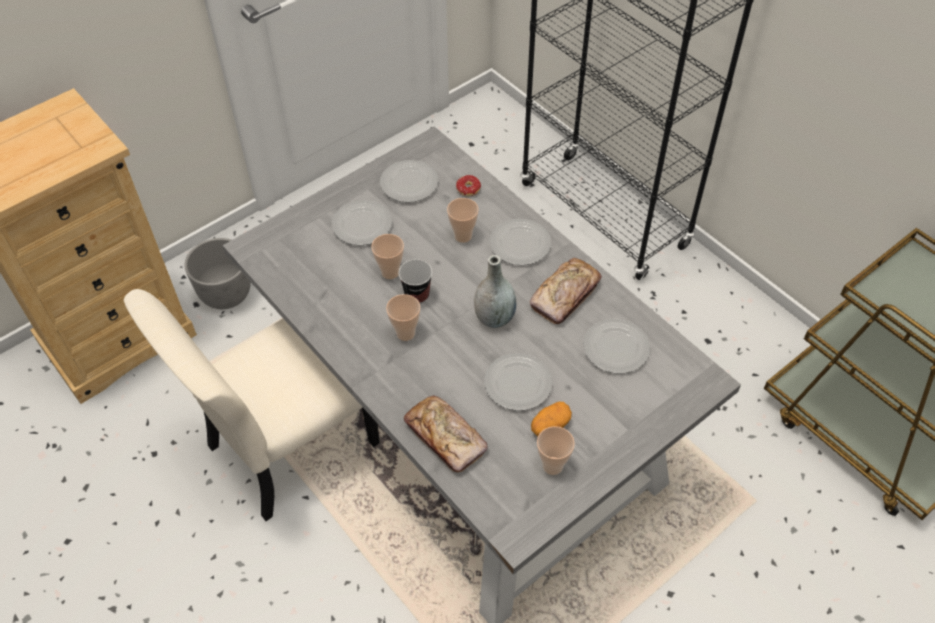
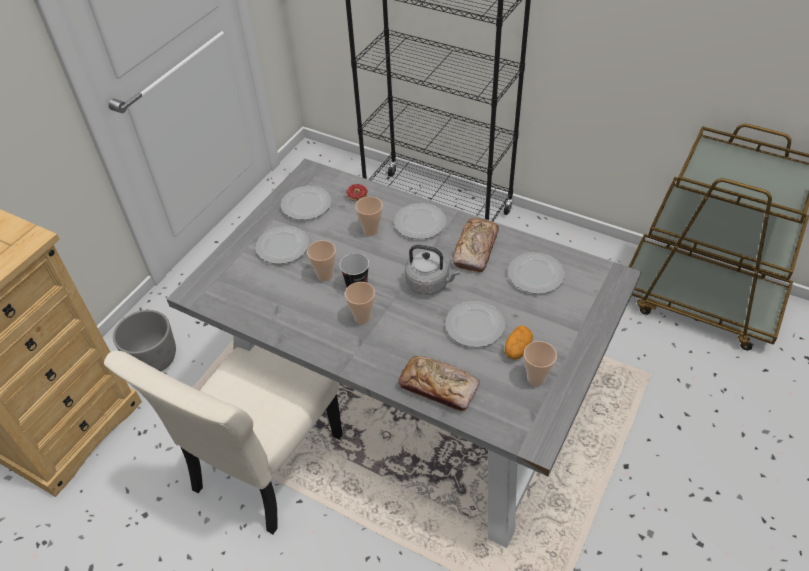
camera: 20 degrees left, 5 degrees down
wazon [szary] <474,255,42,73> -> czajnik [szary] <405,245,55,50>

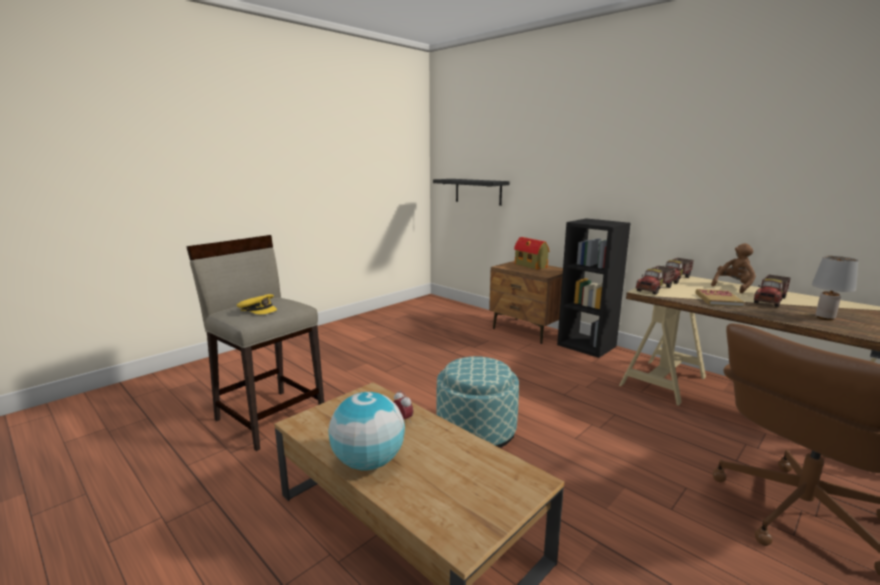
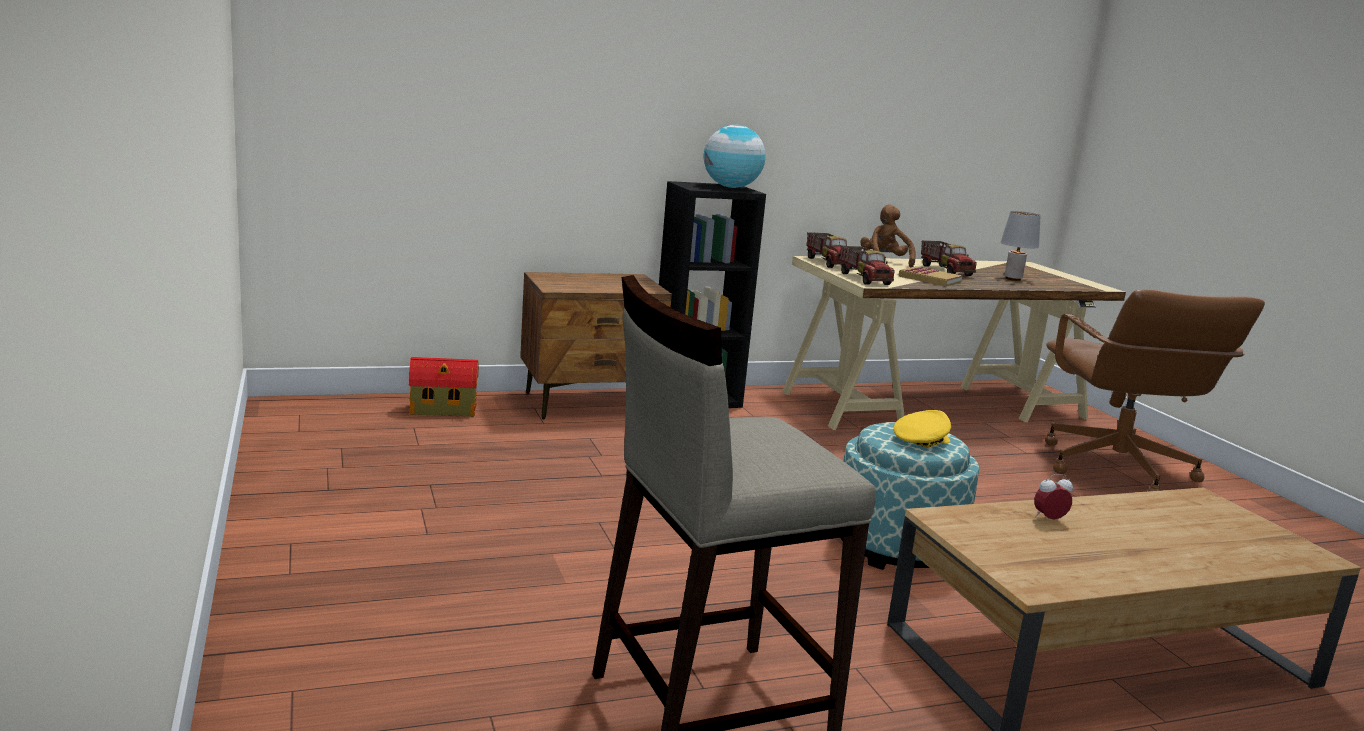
camera: 65 degrees left, 0 degrees up
półka [czarny] <433,179,77,27> -> none
domek <514,237,36,33> -> domek <409,357,69,60>, shifted
czapka z daszkiem [żółty] <237,294,40,20> -> czapka z daszkiem [żółty] <894,410,57,37>, shifted
globus <329,392,76,78> -> globus <704,125,62,63>, shifted

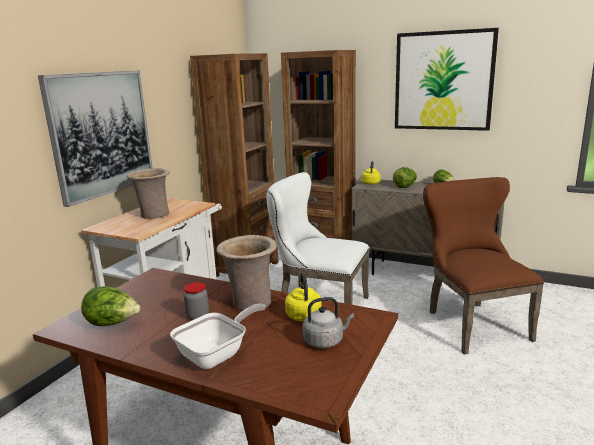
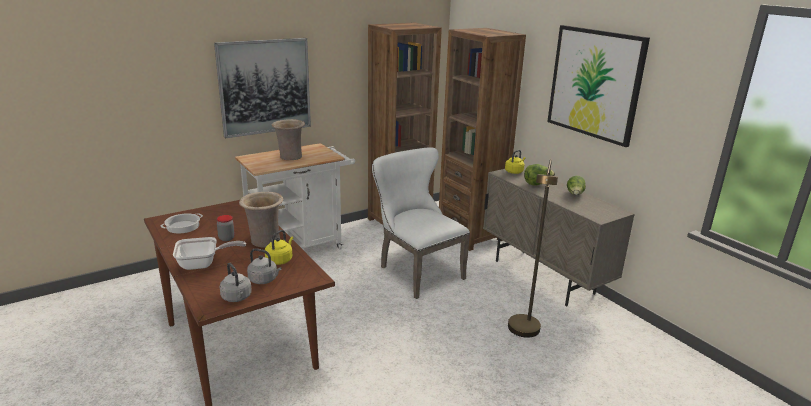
camera: 30 degrees right, 5 degrees up
krzesło [brązowy] <423,177,121,177> -> lampa stojąca [brązowy] <508,159,50,179>
sałata <81,286,60,40> -> garnek <160,213,43,20>
none -> czajnik [szary] <220,263,32,39>

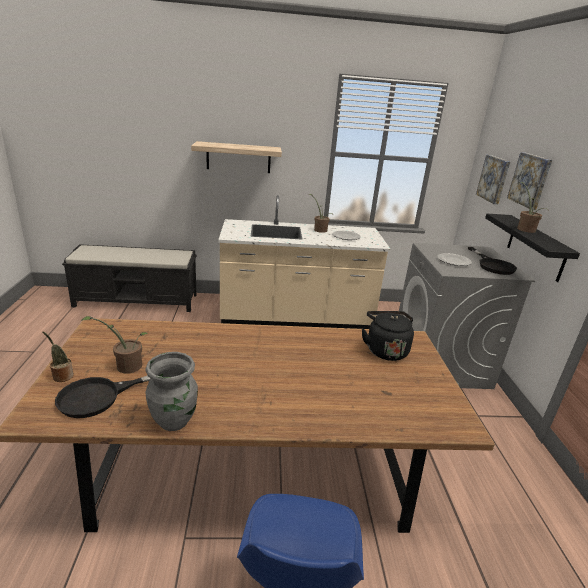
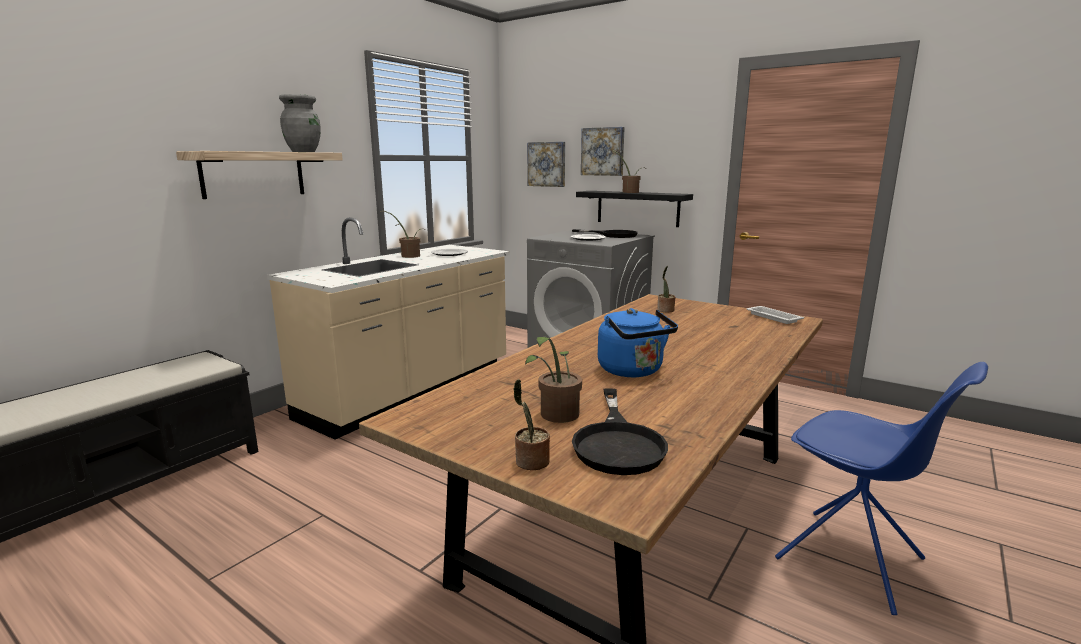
camera: 50 degrees left, 10 degrees down
czajnik [czarny] <362,311,52,50> -> roślina doniczkowa <657,266,18,47>
wazon [szary] <145,352,53,79> -> wazon [szary] <279,94,41,58>, shifted
none -> taca [biały] <747,306,57,18>
none -> czajnik [niebieski] <598,308,80,69>

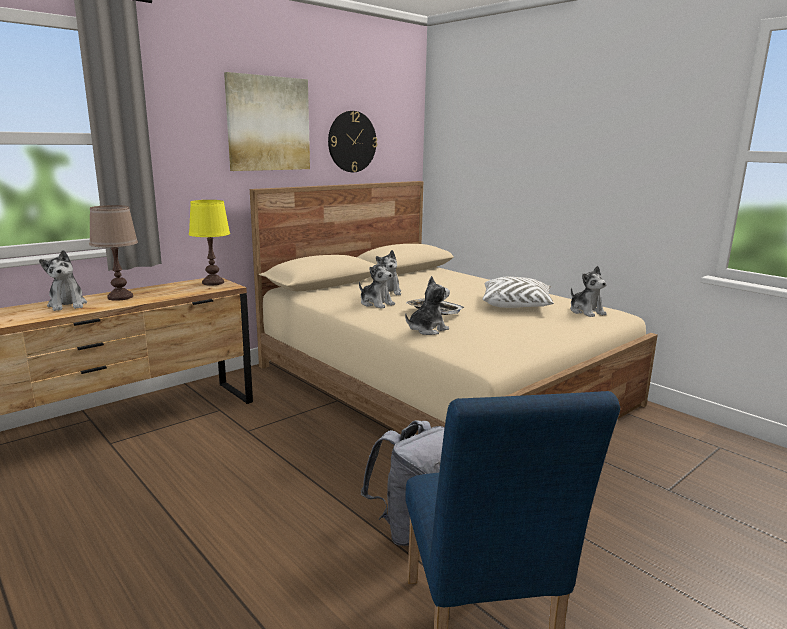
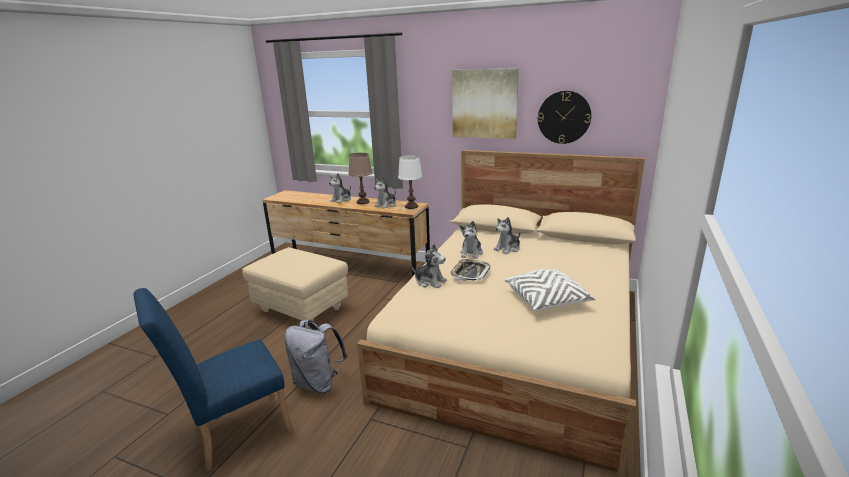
camera: 65 degrees right, 5 degrees up
lampa stołowa [żółty] <189,200,41,86> -> lampa stołowa [biały] <398,155,25,54>
pluszak <570,266,37,51> -> pluszak <374,177,22,32>, shifted
none -> pufa [beżowy] <242,247,106,81>

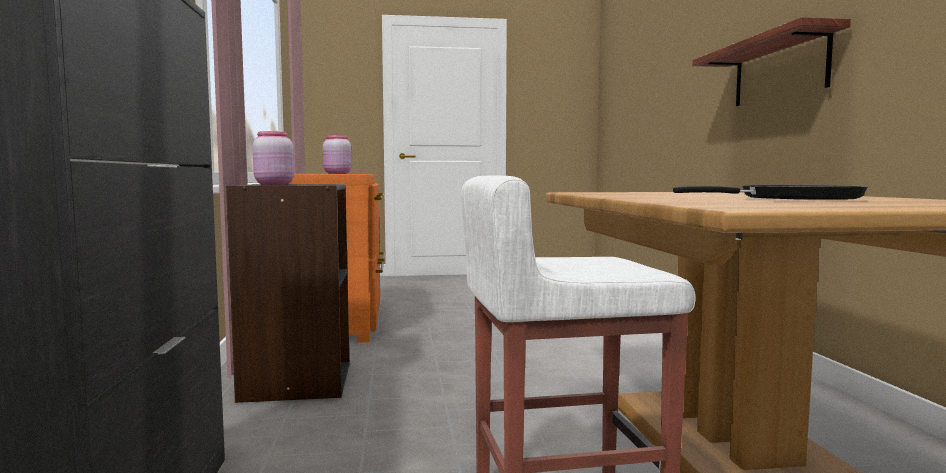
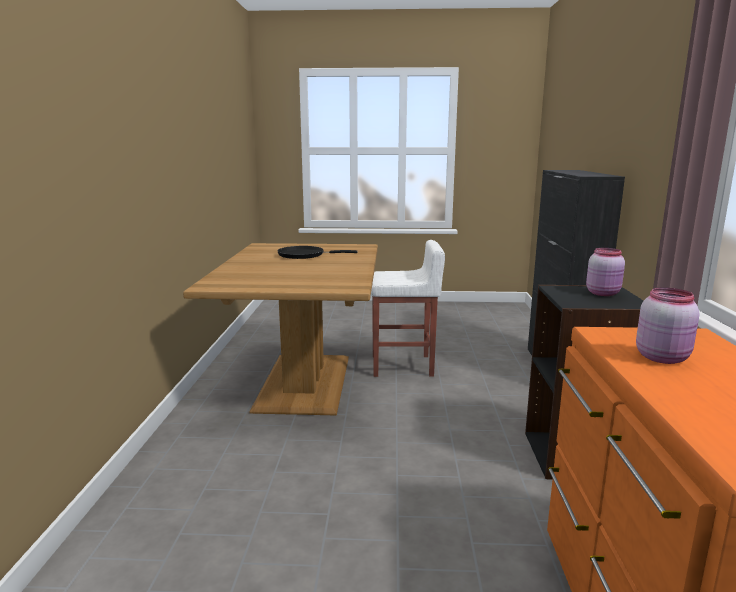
camera: 170 degrees left, 10 degrees up
półka <692,17,159,89> -> none

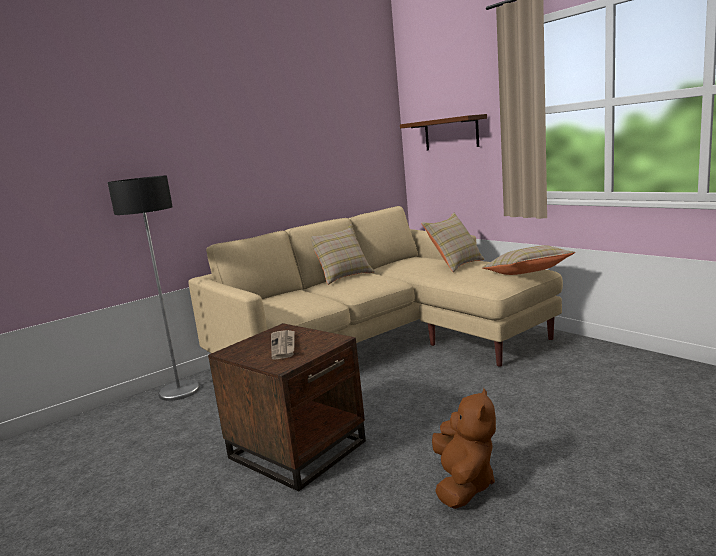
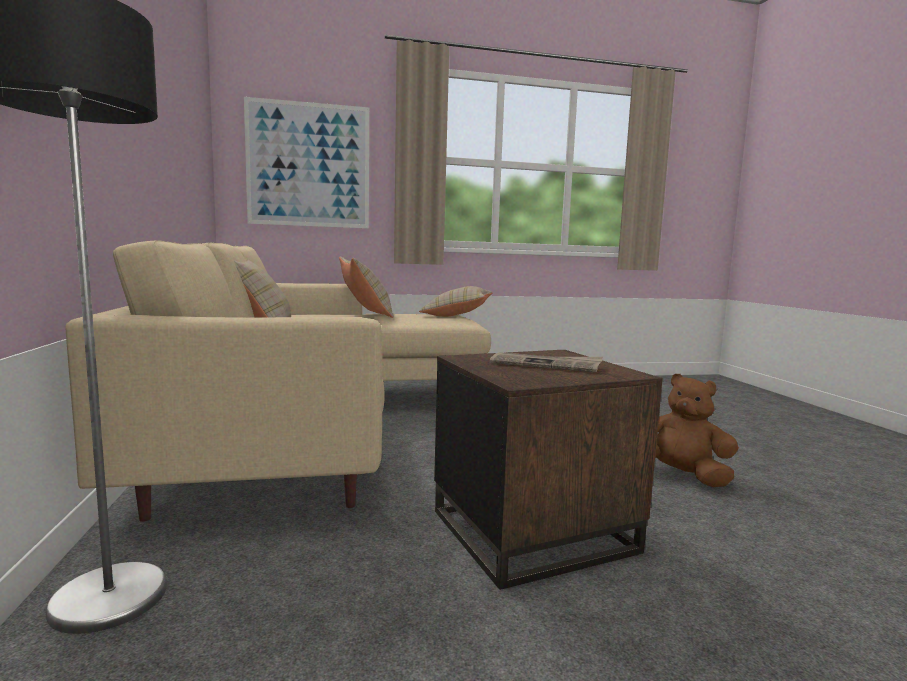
camera: 65 degrees left, 5 degrees down
półka [brązowy] <400,114,87,36> -> obraz <244,97,125,131>

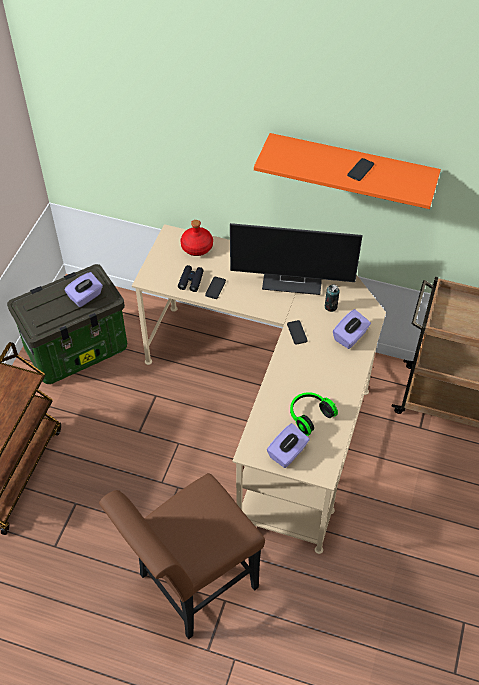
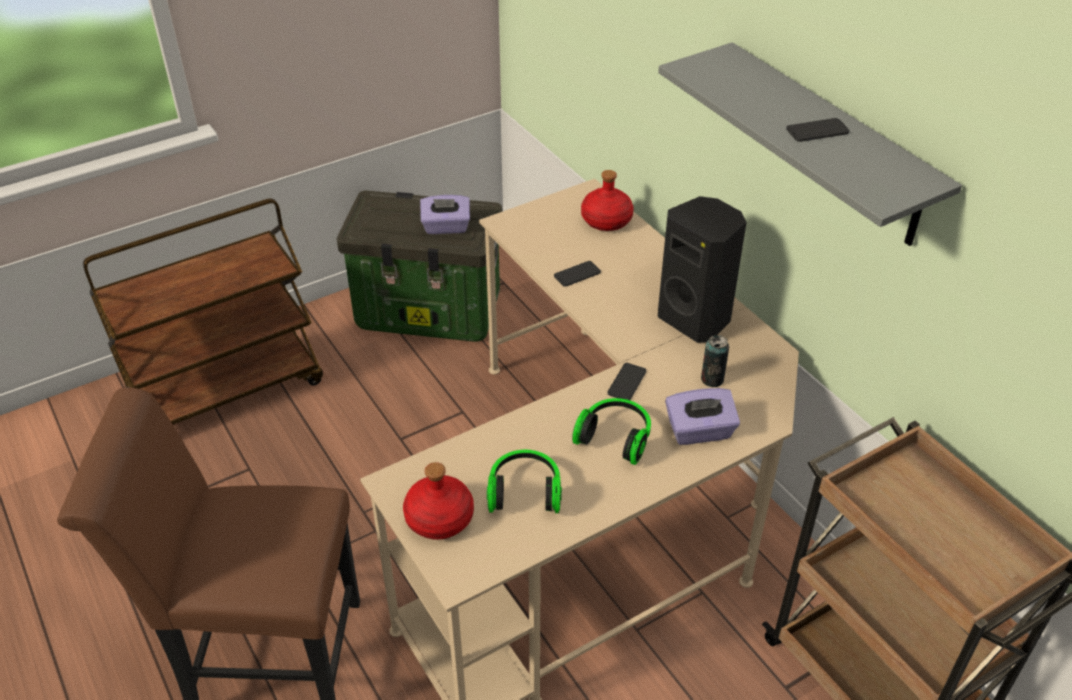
camera: 40 degrees right, 10 degrees down
półka [pomarańczowy] <254,133,187,76> -> półka [szary] <658,42,304,204>
monitor <230,223,132,72> -> głośnik [czarny] <658,196,89,147>
lornetka [czarny] <178,265,26,27> -> none
pudełko chusteczek [fioletowy] <267,423,43,45> -> butelka [czerwony] <403,462,71,78>
none -> słuchawki <572,398,79,67>

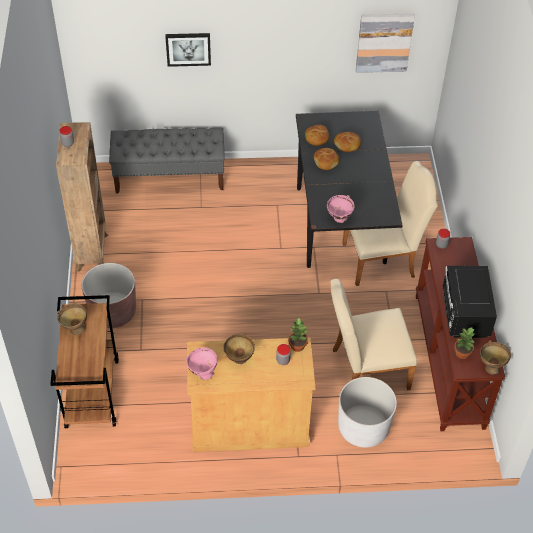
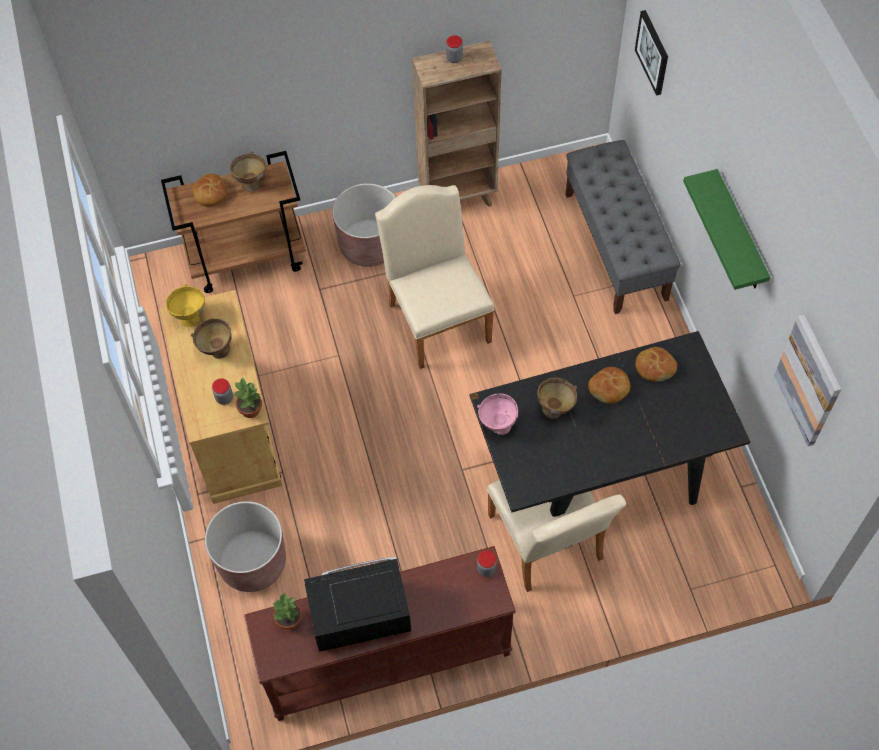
camera: 80 degrees right, 10 degrees up
obraz <165,33,46,34> -> obraz <635,10,33,86>, shifted
chleb <334,132,27,20> -> chleb <192,174,35,33>, shifted
krzesło [beżowy] <331,279,86,111> -> krzesło [beżowy] <375,185,120,184>, shifted
miska [brązowy] <480,340,31,34> -> miska [brązowy] <537,378,40,41>, shifted
miska [różowy] <185,347,33,33> -> miska [żółty] <166,284,39,43>
donica [biały] <338,377,59,71> -> donica [brązowy] <205,501,81,91>
none -> półka [zielony] <683,169,87,121>

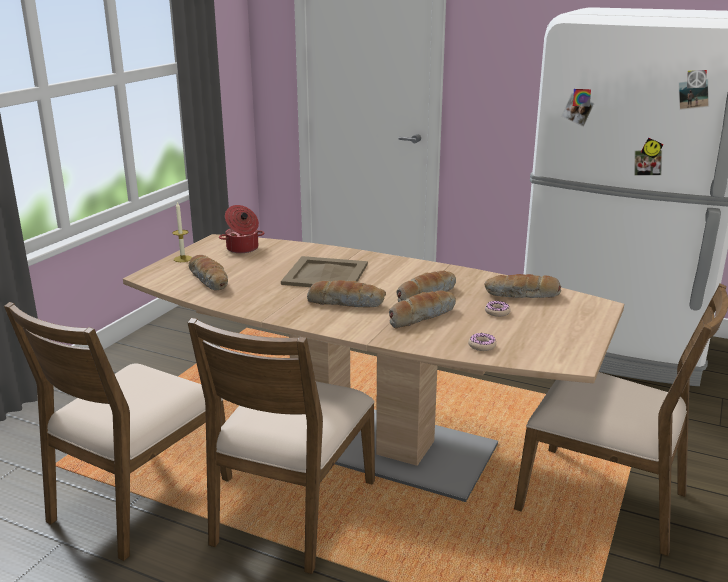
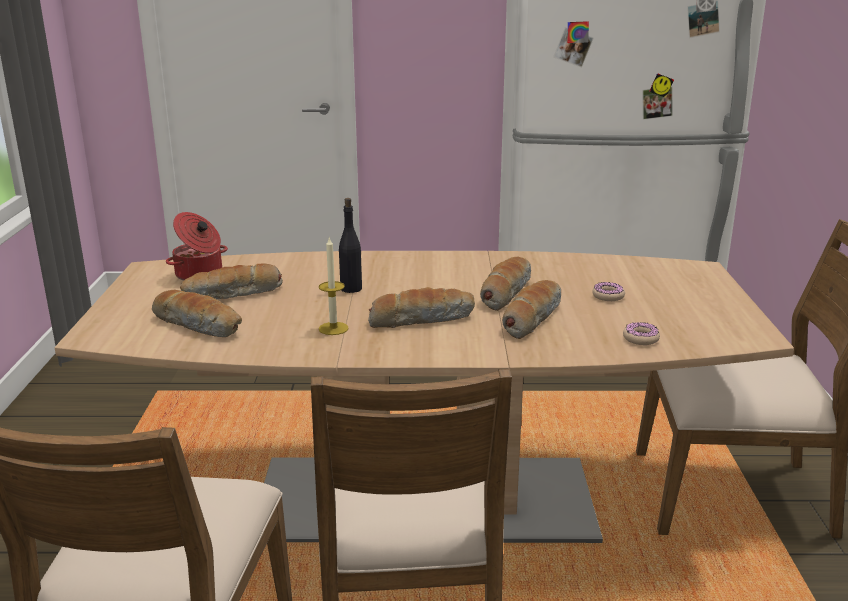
camera: 25 degrees left, 0 degrees up
świeca <172,201,20,61> -> świeca <319,238,30,97>, shifted
taca [beżowy] <281,256,87,31> -> butelka [czarny] <339,198,23,95>
chleb <484,274,77,24> -> chleb <180,263,103,36>, shifted

